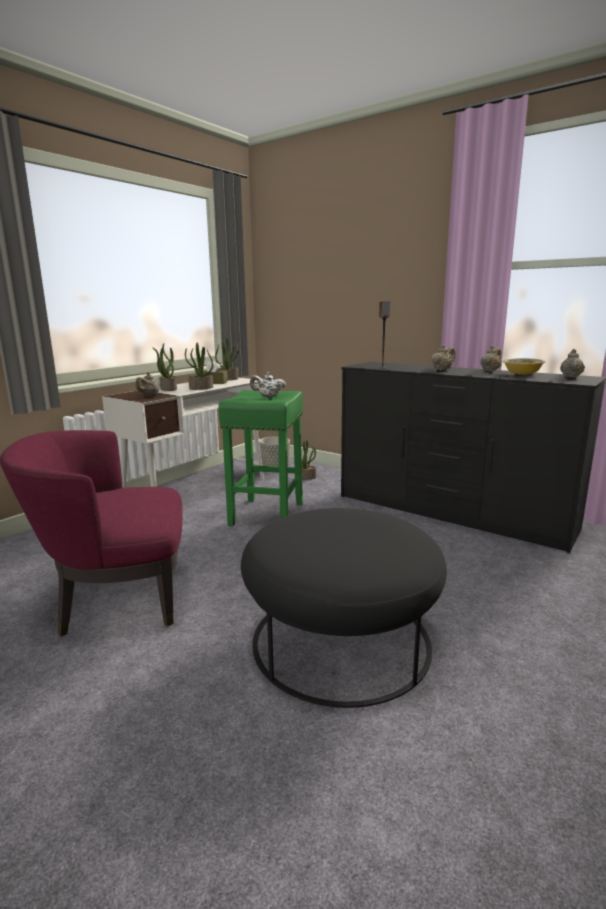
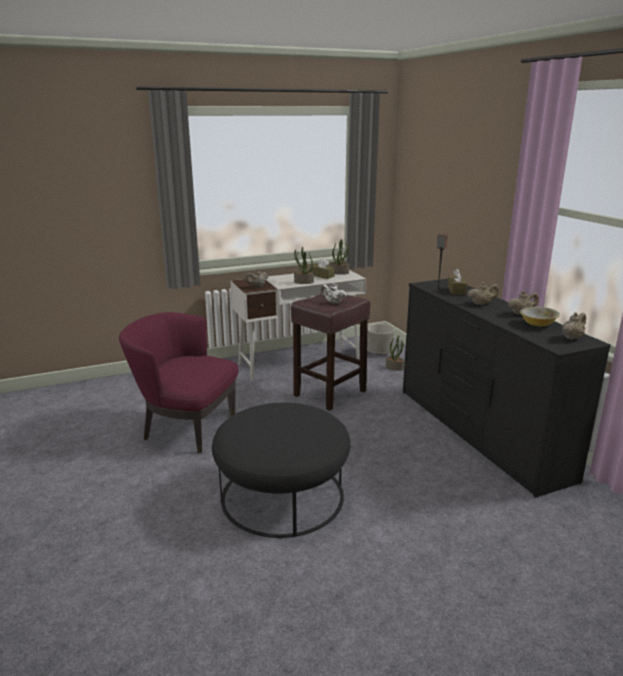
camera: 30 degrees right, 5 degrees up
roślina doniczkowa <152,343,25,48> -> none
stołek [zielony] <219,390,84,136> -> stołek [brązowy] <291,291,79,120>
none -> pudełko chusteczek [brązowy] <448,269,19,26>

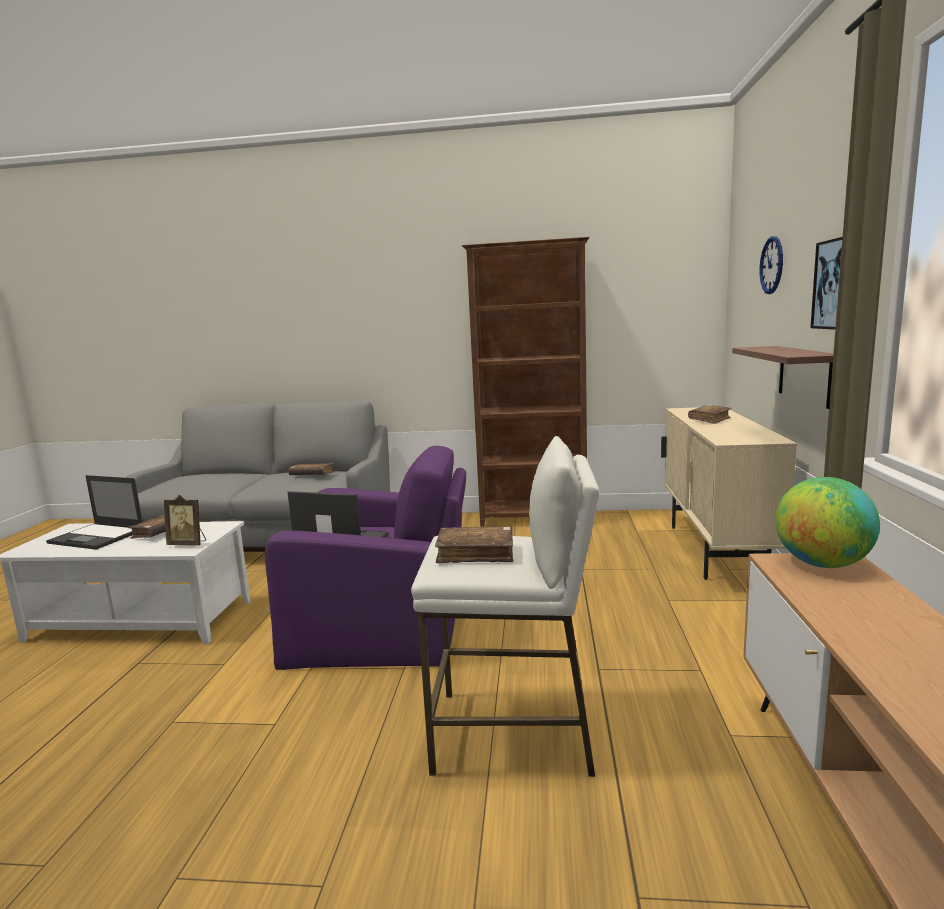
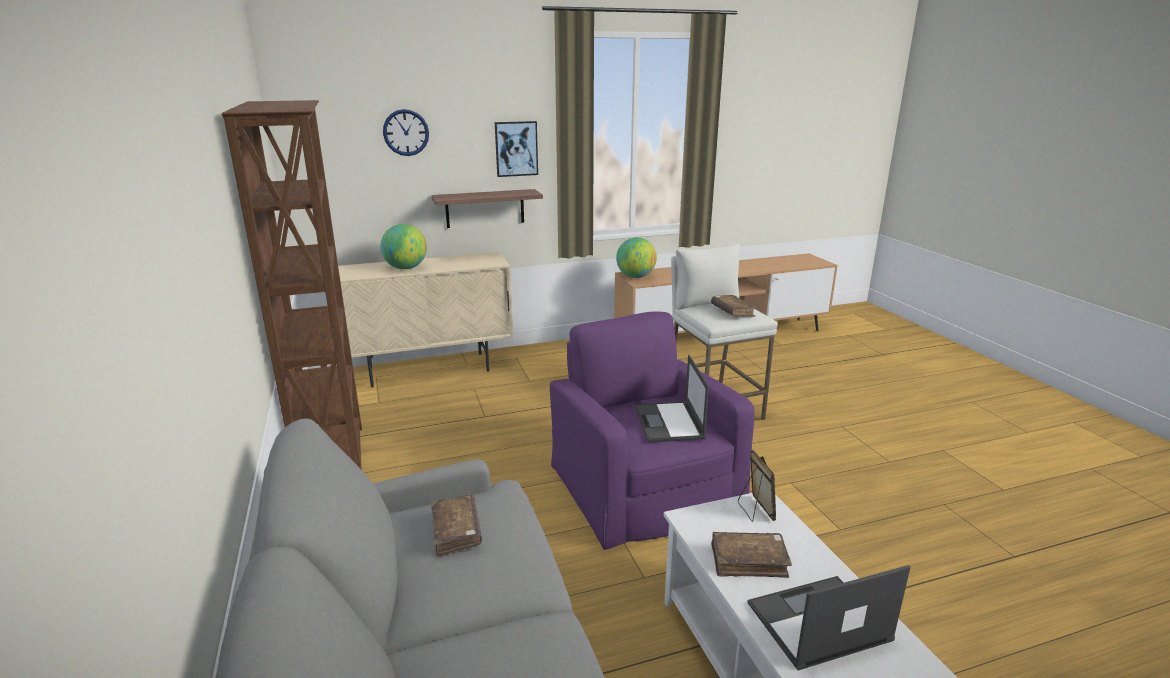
camera: 115 degrees left, 10 degrees up
książka [brązowy] <688,405,44,19> -> globus <380,224,47,45>
laptop <46,475,97,75> -> laptop <747,565,163,105>, 105 degrees counterclockwise

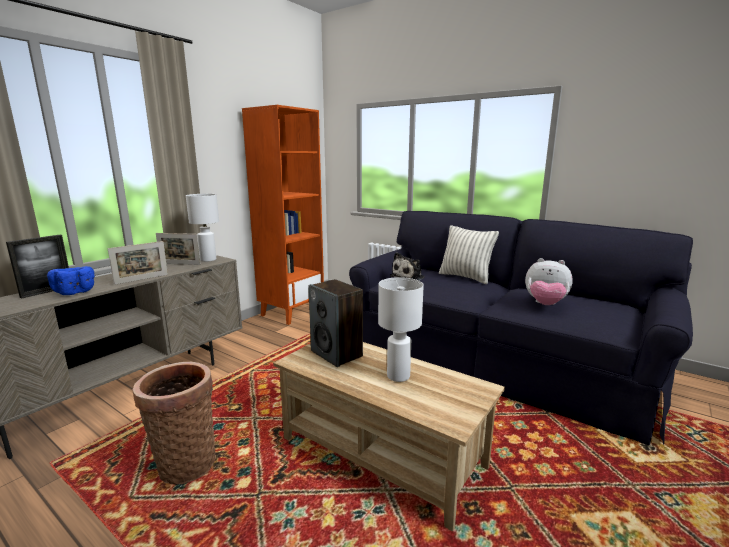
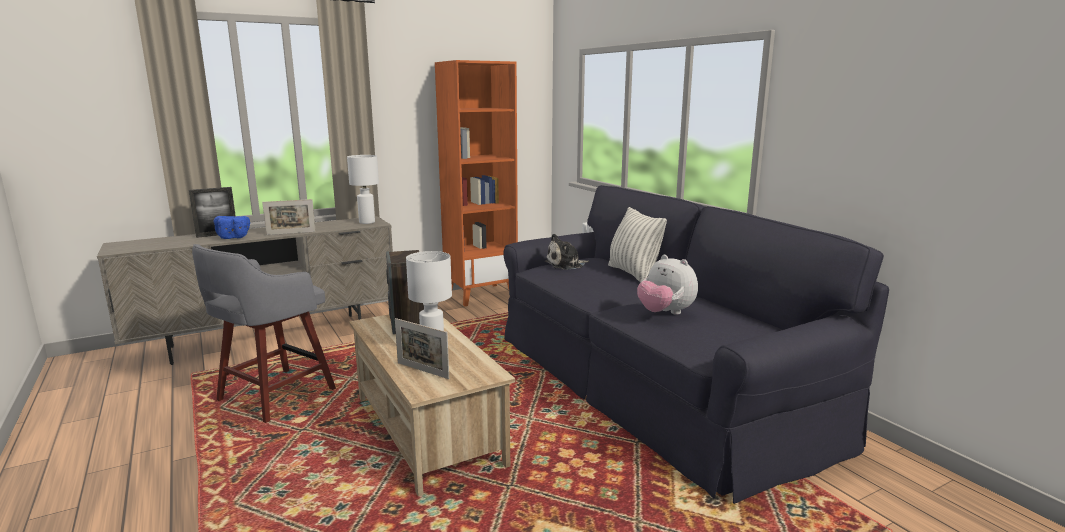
camera: 25 degrees right, 0 degrees up
ramka na zdjęcie <156,233,45,32> -> ramka na zdjęcie <395,318,54,61>, shifted
koszyk <132,362,84,123> -> stołek [szary] <192,244,144,179>

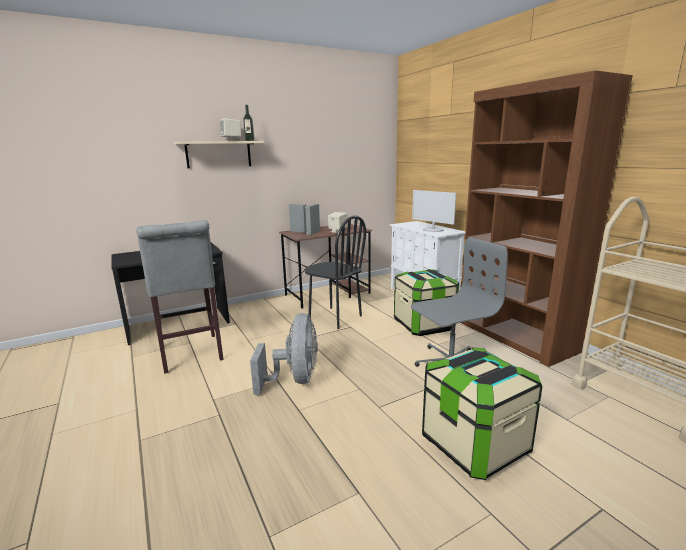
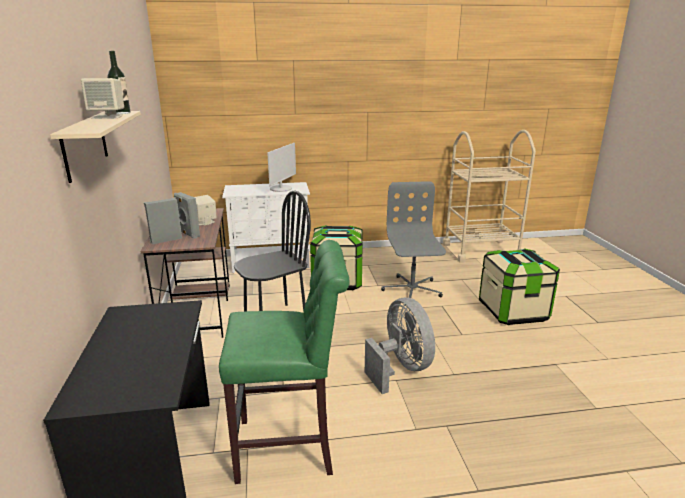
camera: 70 degrees left, 5 degrees up
regał [brązowy] <460,70,173,297> -> none
monitor <412,190,44,42> -> monitor <267,143,29,49>, 45 degrees counterclockwise
stołek [szary] <136,220,88,154> -> stołek [zielony] <219,240,130,244>
wentylator [szary] <250,313,68,82> -> wentylator [szary] <365,298,70,96>, 45 degrees clockwise

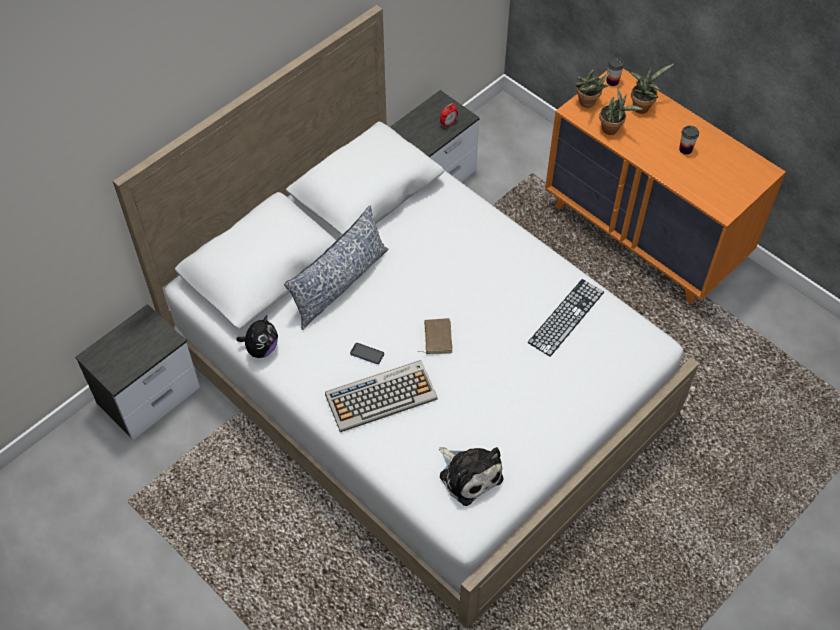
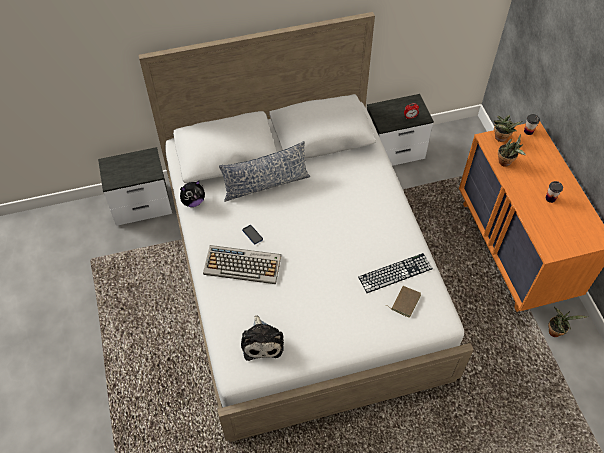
camera: 30 degrees right, 0 degrees up
roślina doniczkowa <630,64,44,50> -> roślina doniczkowa <548,307,40,30>, shifted
książka [brązowy] <418,318,35,36> -> książka [brązowy] <386,286,35,32>, shifted

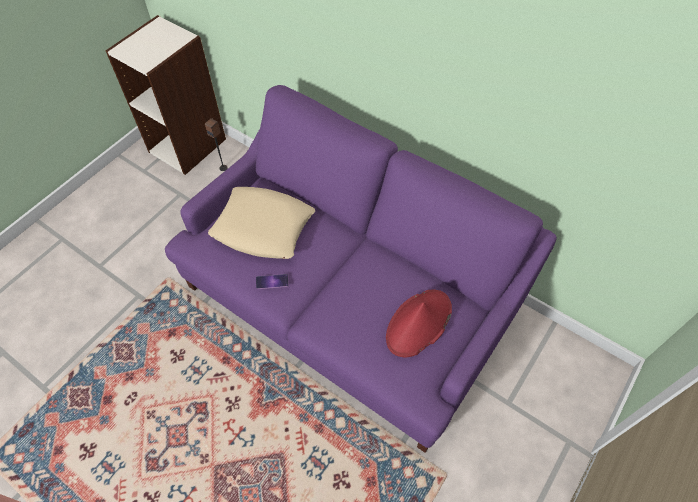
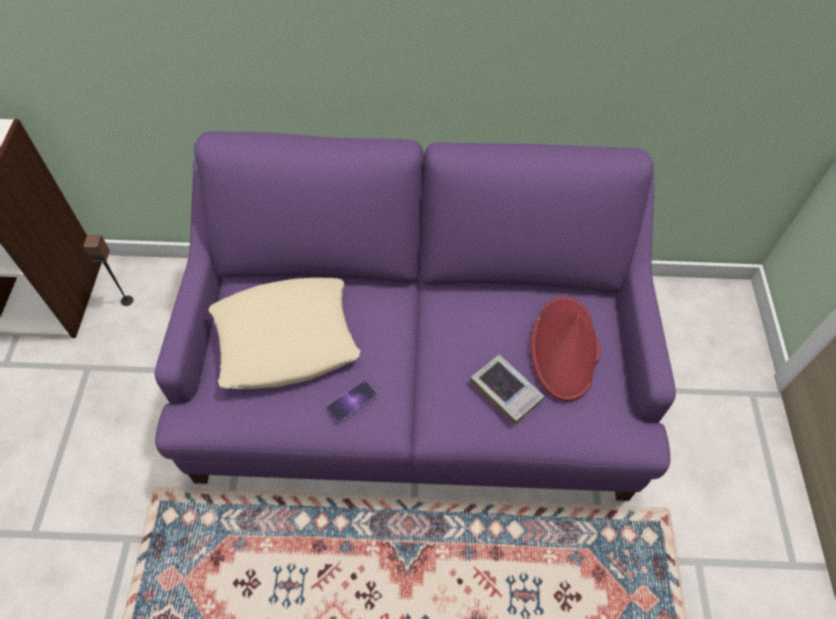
camera: 35 degrees left, 0 degrees up
none -> książka <471,354,74,71>

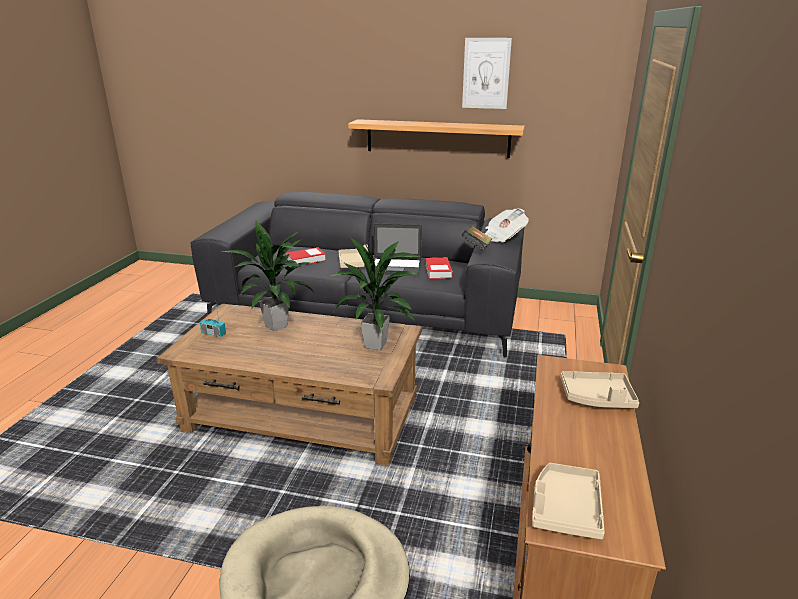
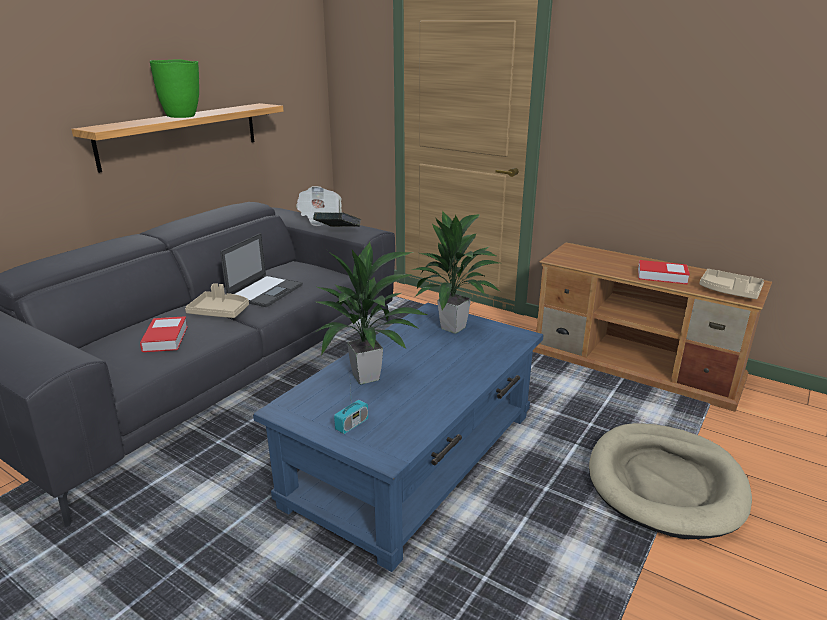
camera: 70 degrees left, 0 degrees up
obraz <462,38,50,71> -> none
książka <425,258,28,21> -> książka <638,260,52,24>, shifted
ława [brązowy] <156,304,266,162> -> ława [niebieski] <253,303,290,269>
taca [beżowy] <560,371,79,37> -> none
none -> wazon [zielony] <150,59,49,59>

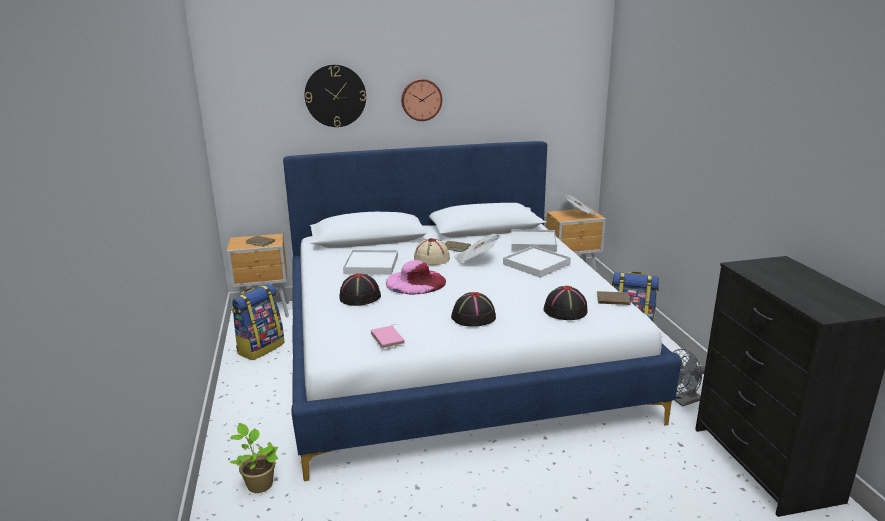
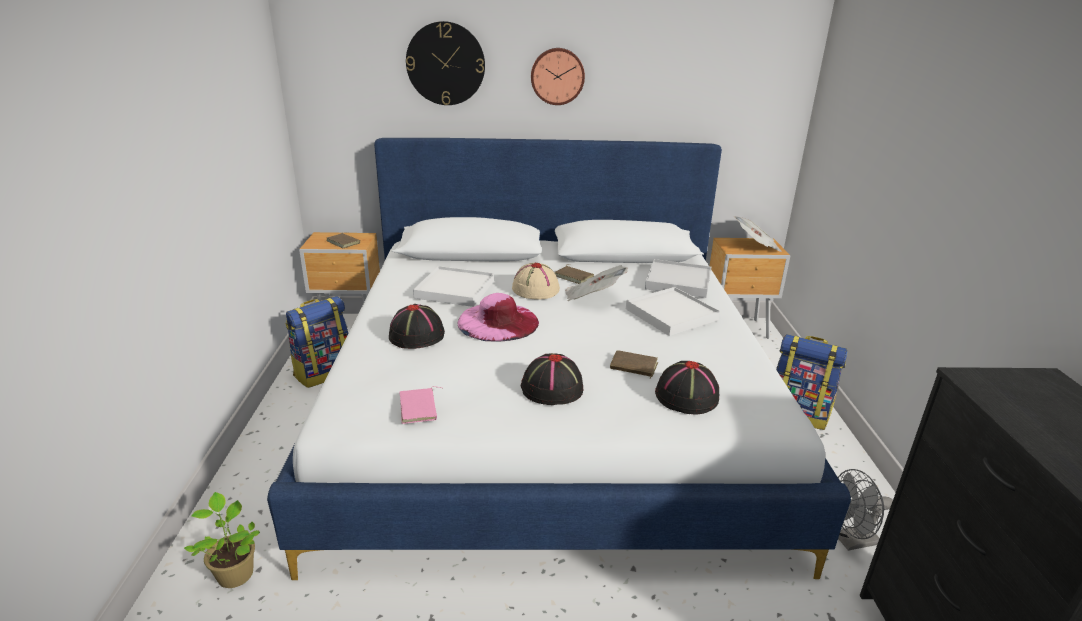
camera: 10 degrees right, 5 degrees up
książka [brązowy] <597,291,34,15> -> książka [brązowy] <610,350,48,29>, shifted

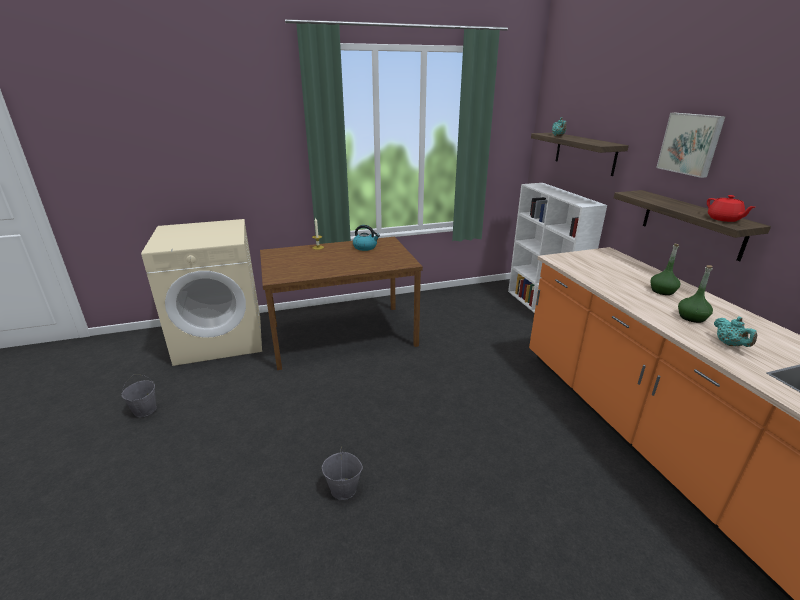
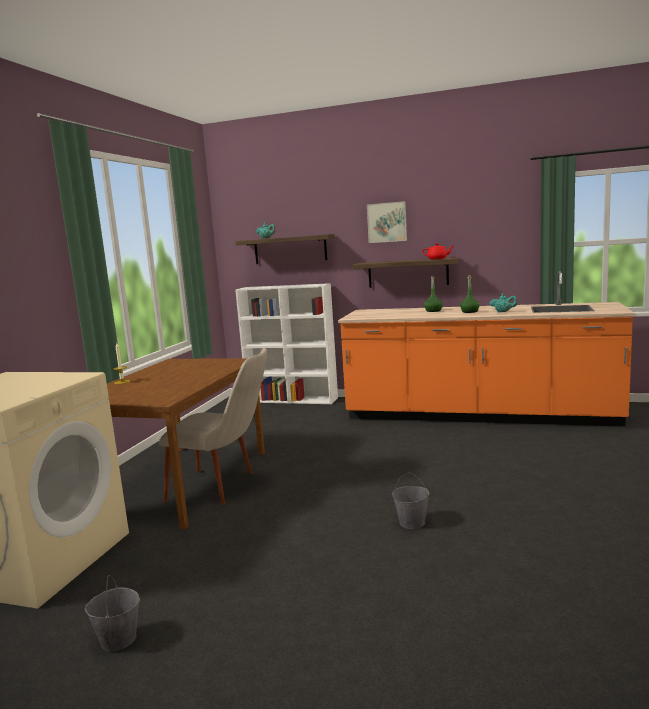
camera: 55 degrees left, 15 degrees down
czajnik <353,225,27,26> -> none
none -> krzesło [beżowy] <159,348,108,157>

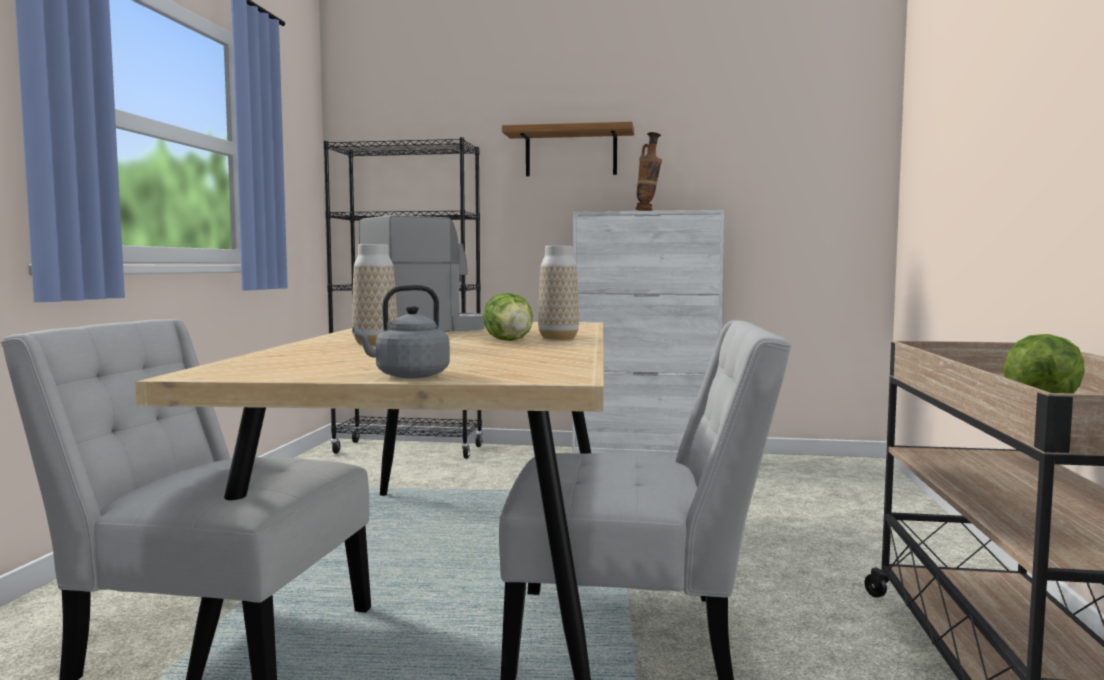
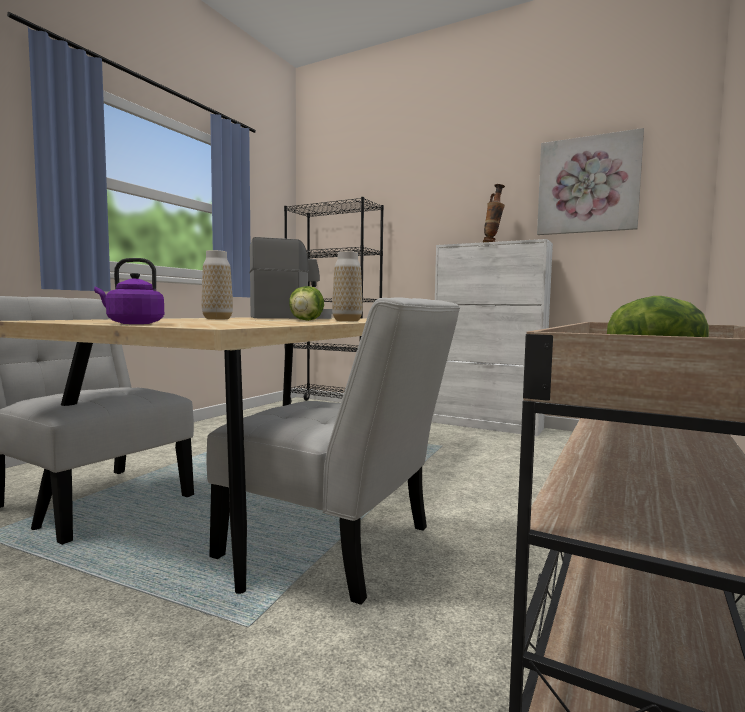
camera: 20 degrees right, 0 degrees up
półka <502,121,132,55> -> none
czajnik [szary] <352,285,98,93> -> czajnik [fioletowy] <94,258,70,66>
none -> obraz <537,128,107,107>

